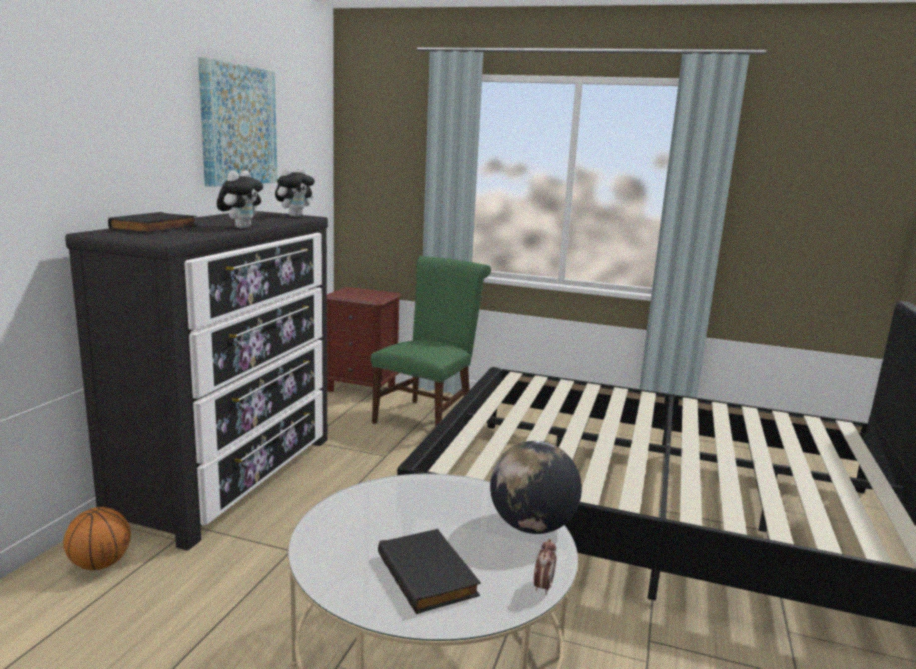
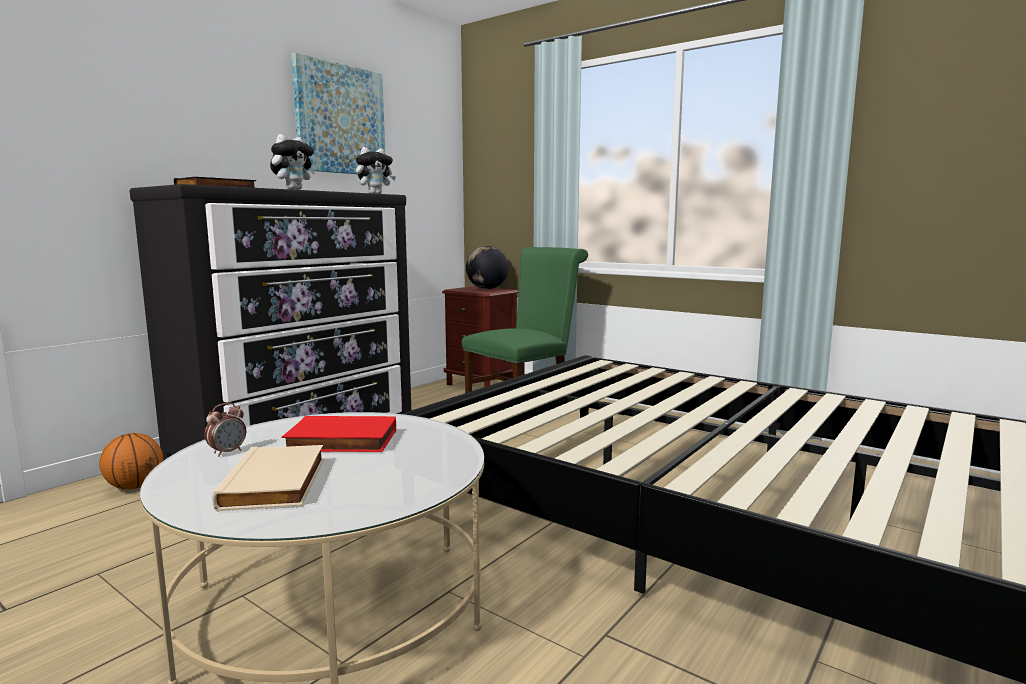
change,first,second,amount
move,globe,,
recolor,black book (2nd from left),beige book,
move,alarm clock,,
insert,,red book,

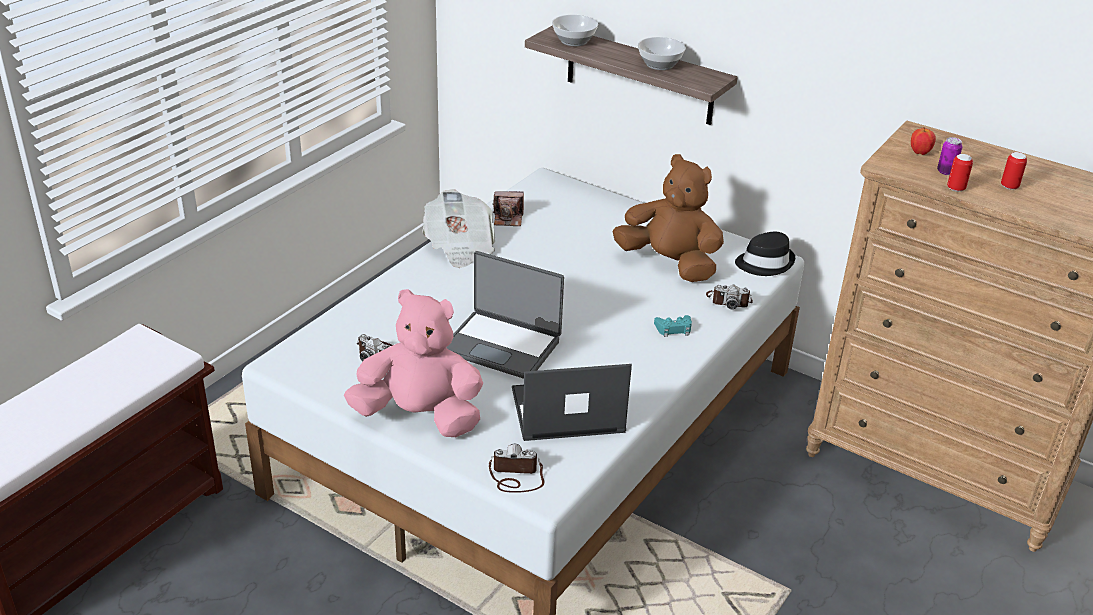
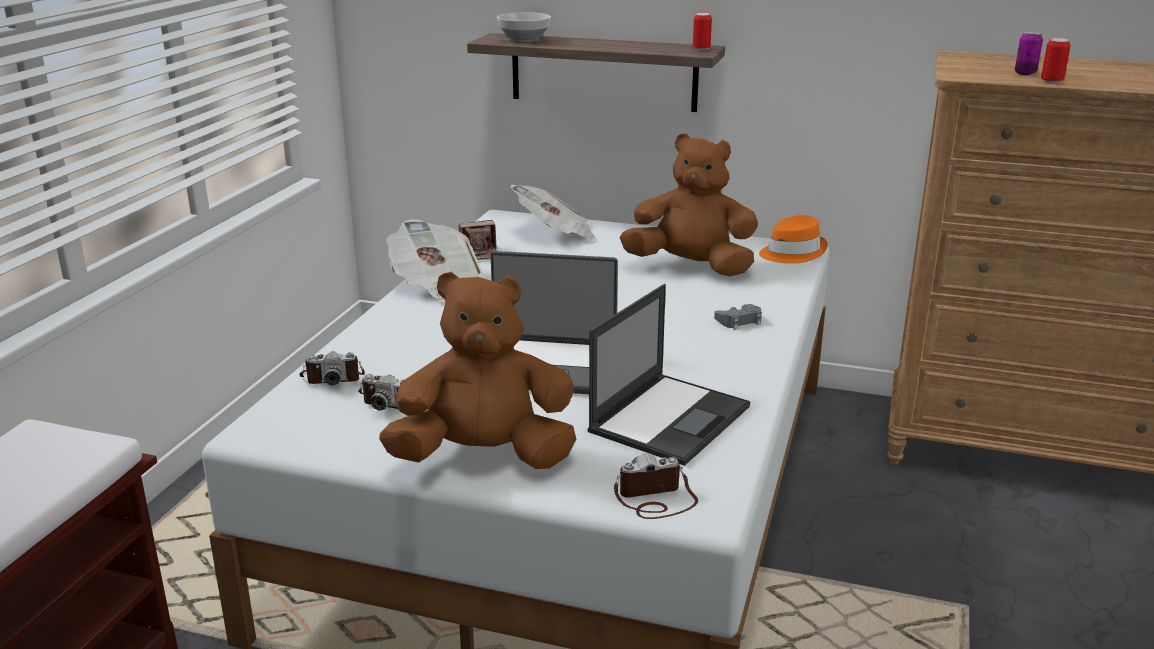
change,first,second,amount
delete,bowl (2nd from left),,
delete,apple,,
move,can (3rd from left in the first image),can (1st from left),
recolor,black hat,orange hat,
move,photo camera (4th from left in the first image),photo camera (1st from left),
recolor,pink plush toy,brown plush toy (1st from left),
recolor,turquoise game controller,grey game controller,
rotate,laptop (2nd from left),,150 degrees clockwise
insert,,newspaper (2nd from left),

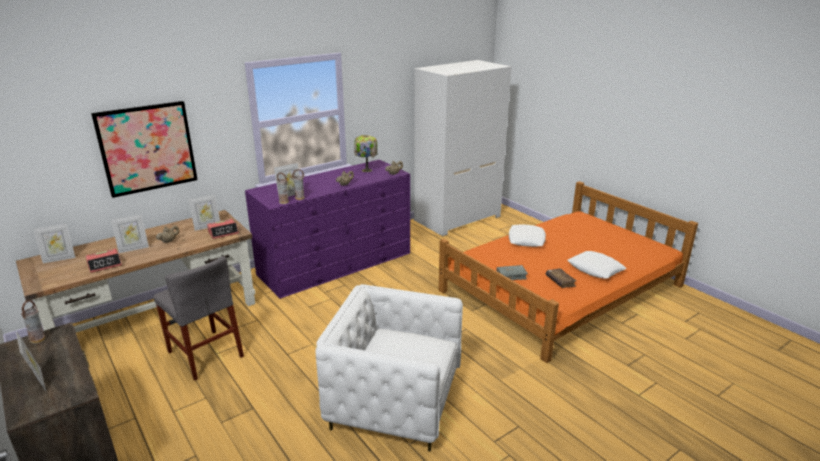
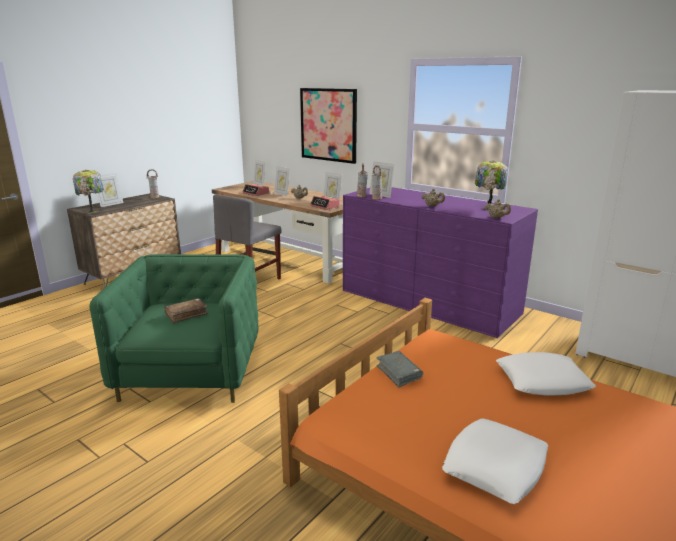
change,first,second,amount
move,brown book,,
recolor,white armchair,green armchair,
insert,,table lamp (1st from left),

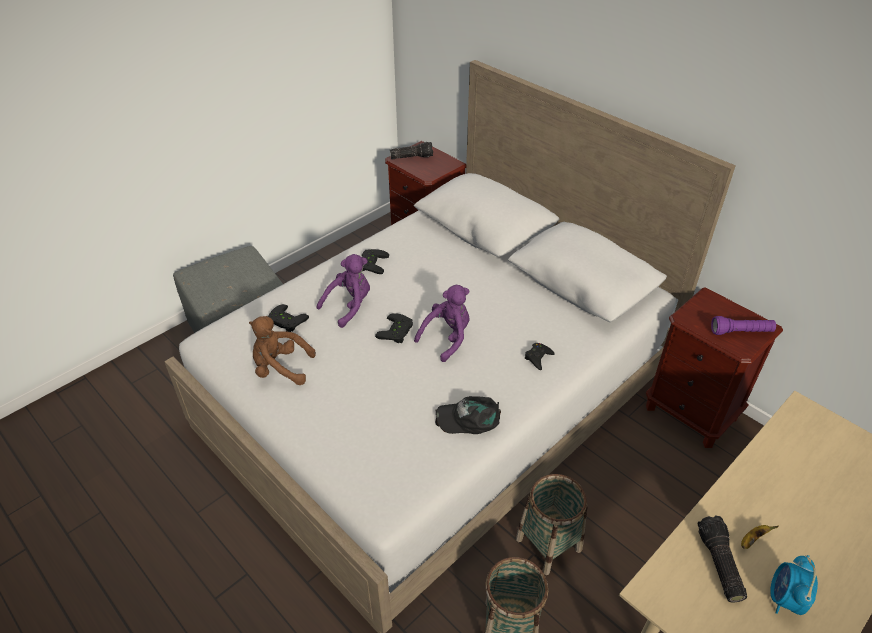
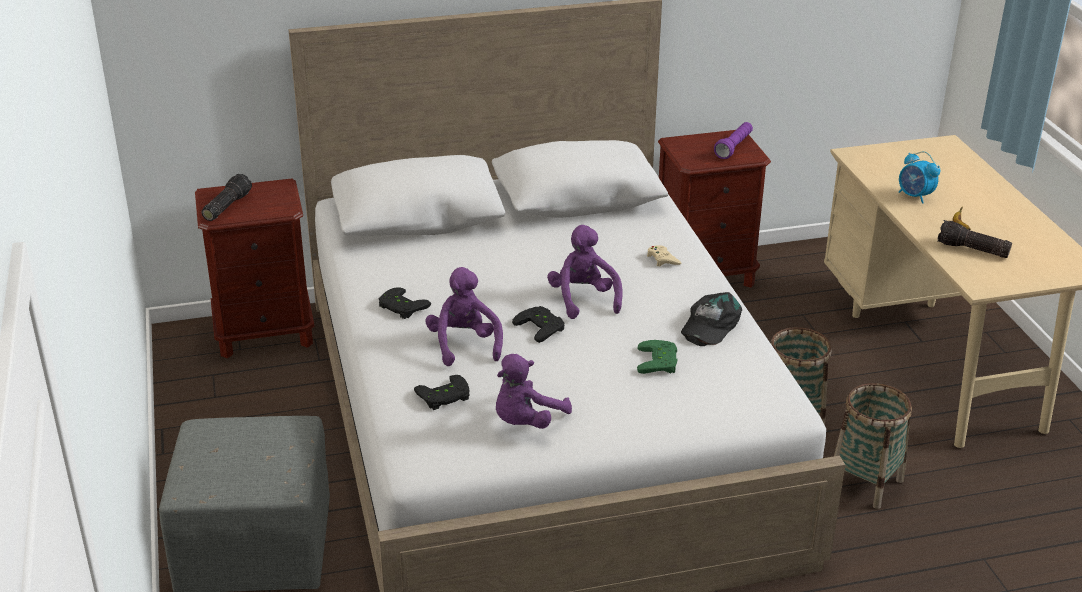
change,first,second,amount
recolor,brown plush toy,purple plush toy (2nd from left),
recolor,black game controller (4th from left),beige game controller,
move,alarm clock,,
insert,,green game controller,

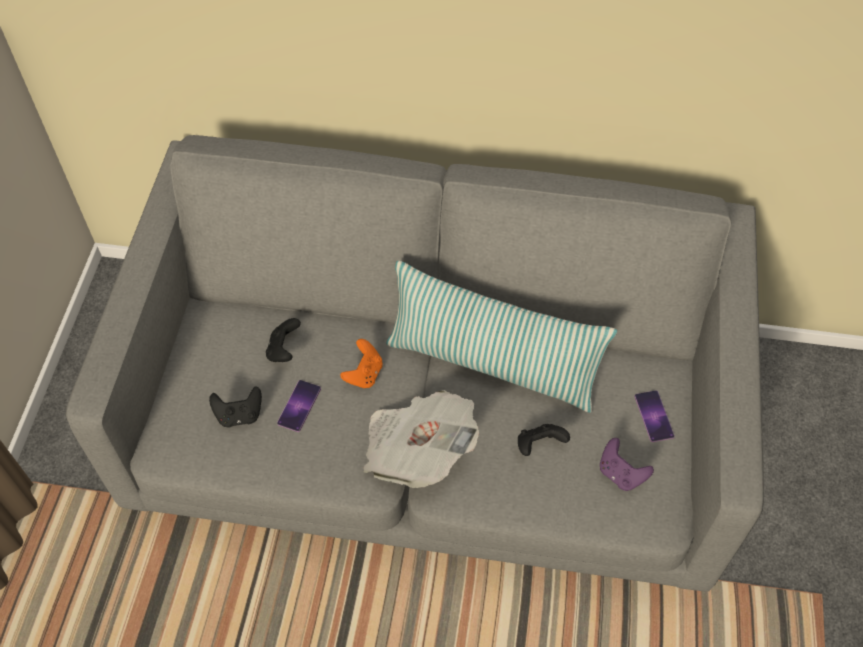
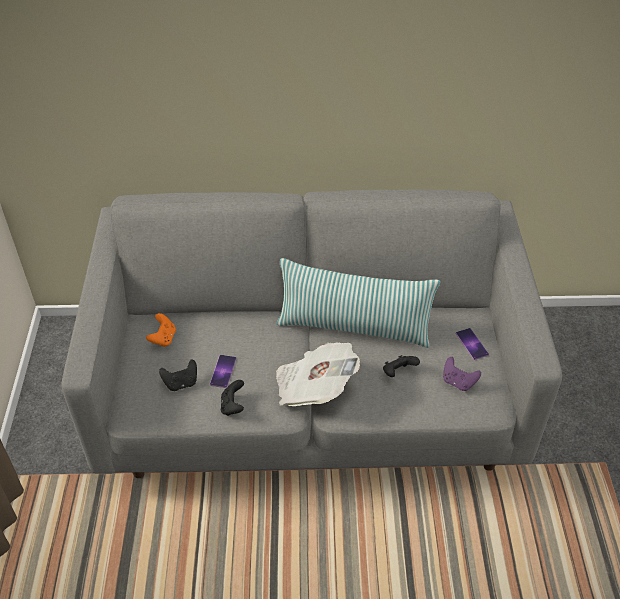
change,first,second,amount
move,black game controller (2nd from left),,
move,orange game controller,,

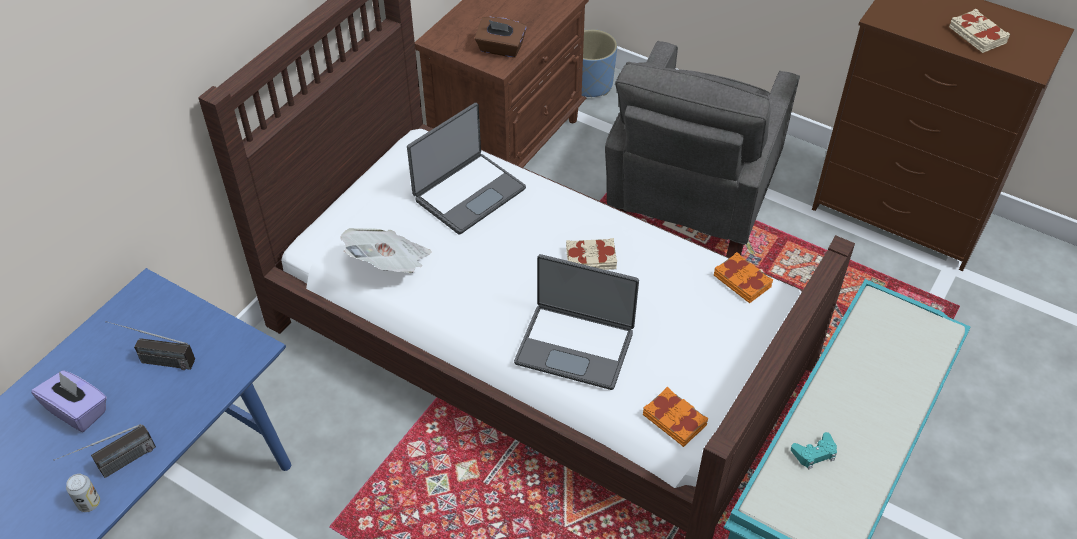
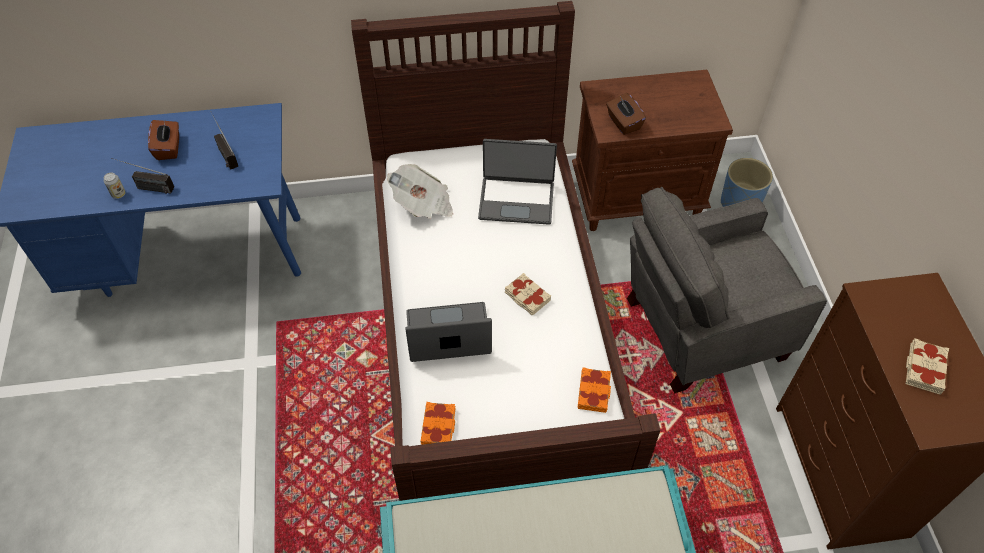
change,first,second,amount
rotate,laptop (2nd from left in the first image),laptop (1st from left),105 degrees clockwise
recolor,purple tissue box,brown tissue box (1st from left),
delete,turquoise game controller,,

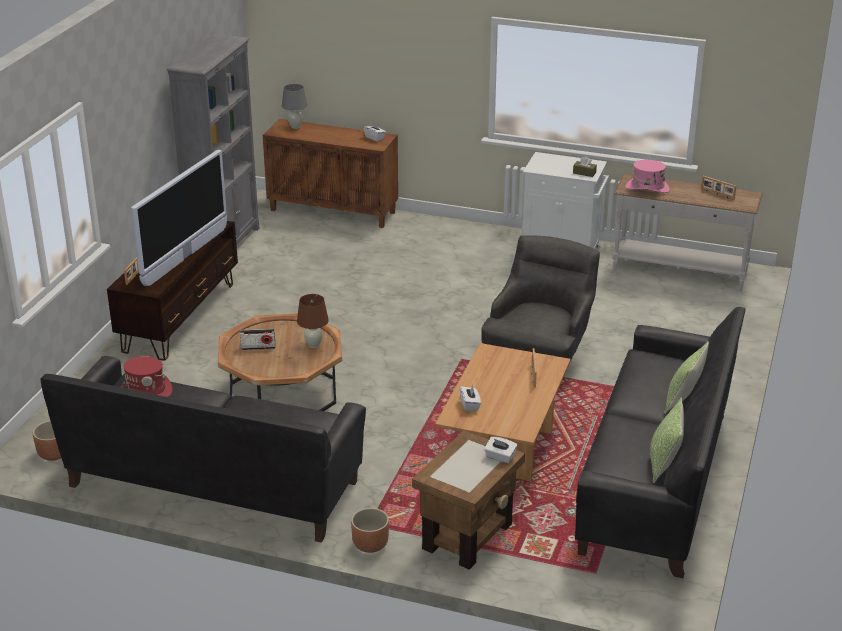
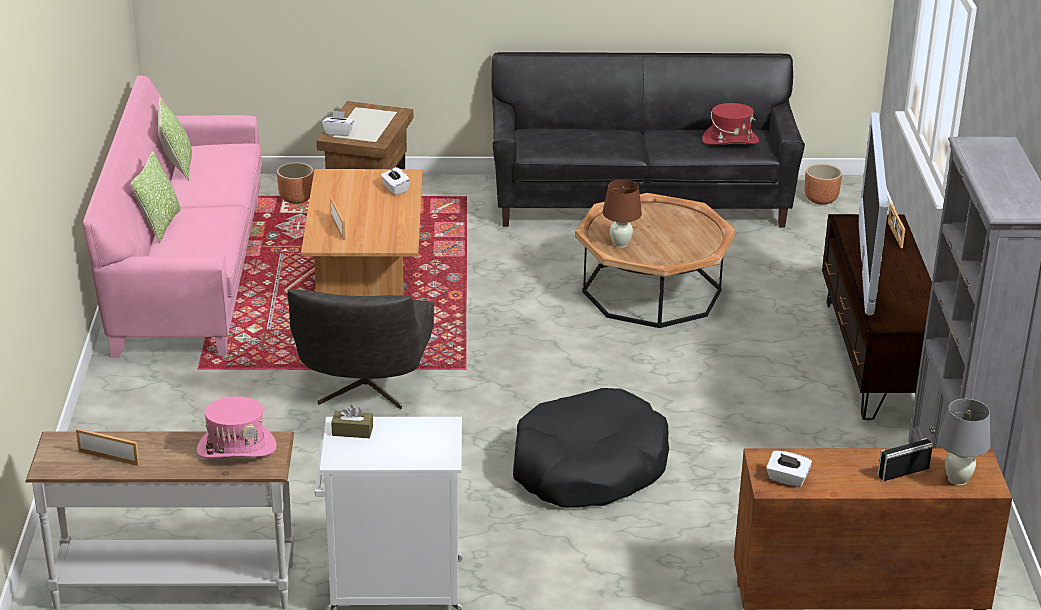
change,first,second,amount
recolor,black sofa (2nd from left),pink sofa,
move,radio,,
move,brown planter (2nd from left in the first image),brown planter (1st from left),
insert,,black dog bed,

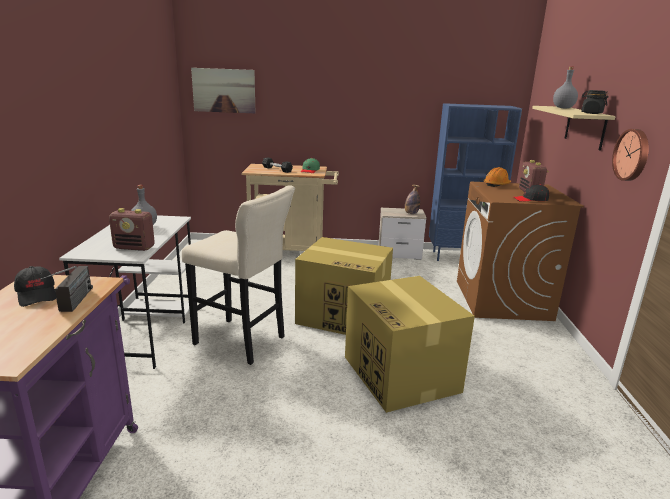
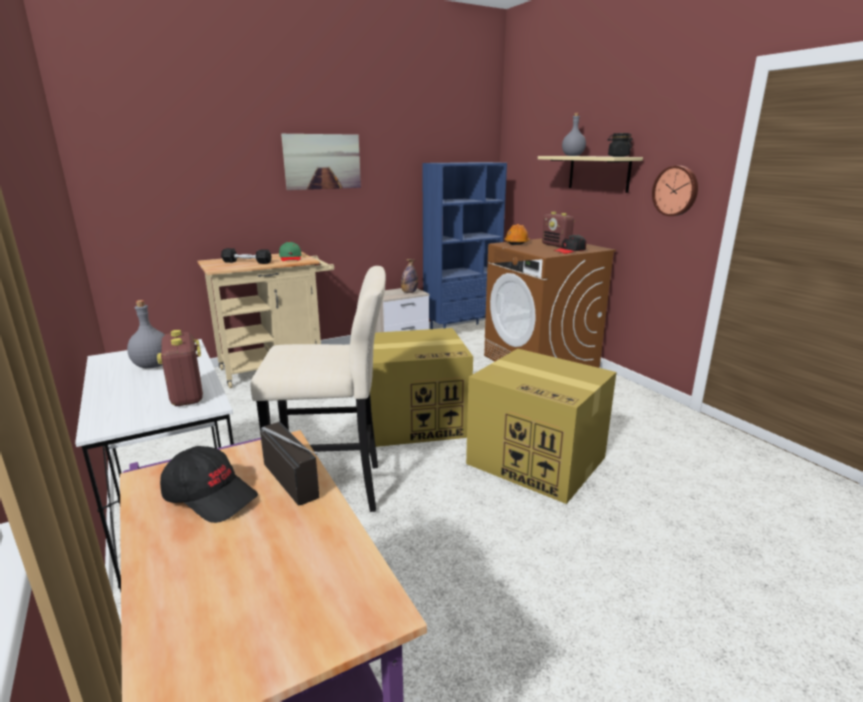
change,first,second,amount
move,picture,,
rotate,radio (2nd from left in the first image),radio (1st from left),90 degrees clockwise

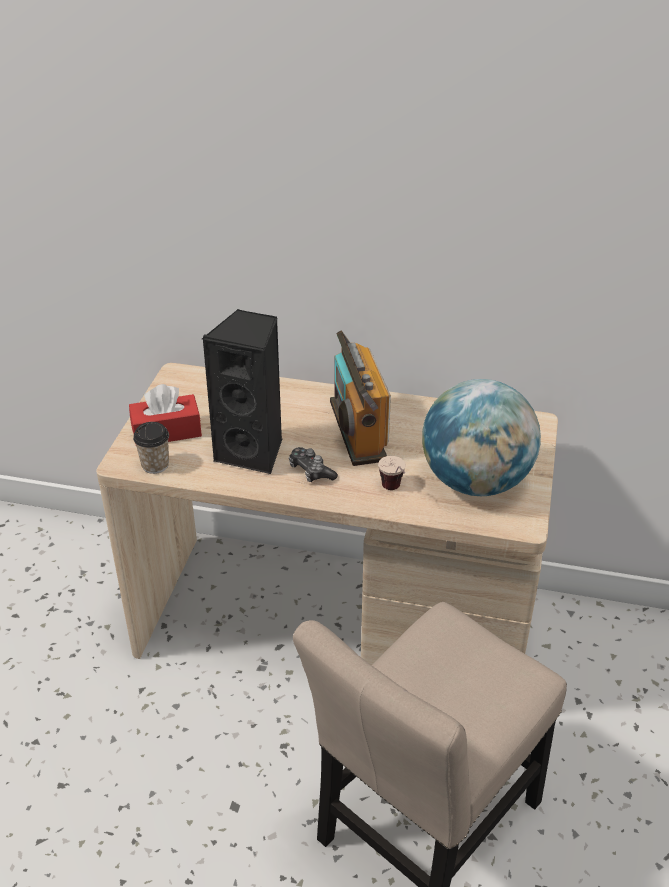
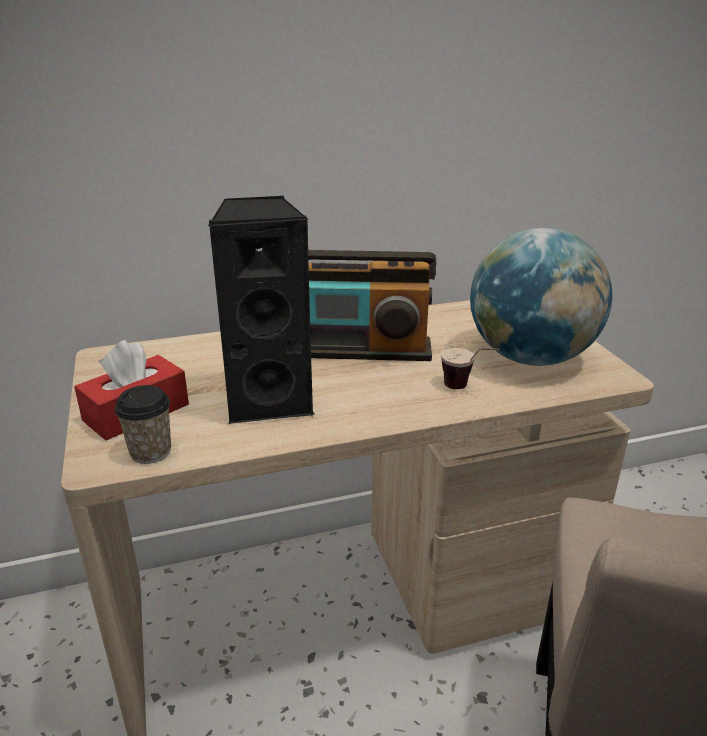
change,first,second,amount
rotate,radio,,45 degrees counterclockwise
delete,game controller,,

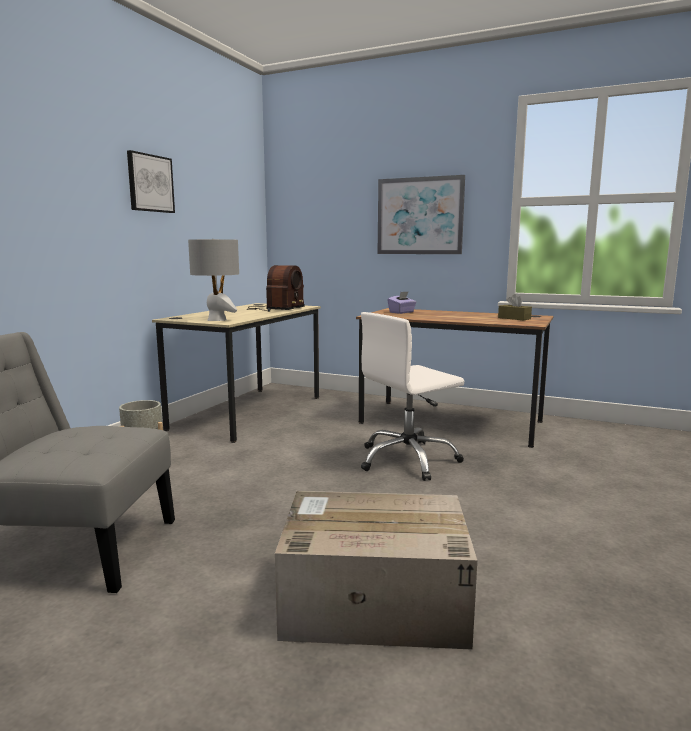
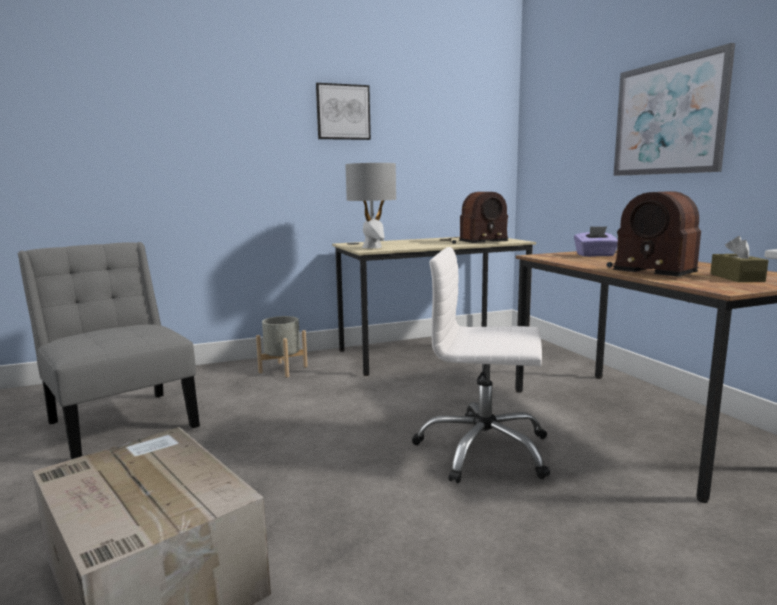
change,first,second,amount
insert,,radio (2nd from left),

